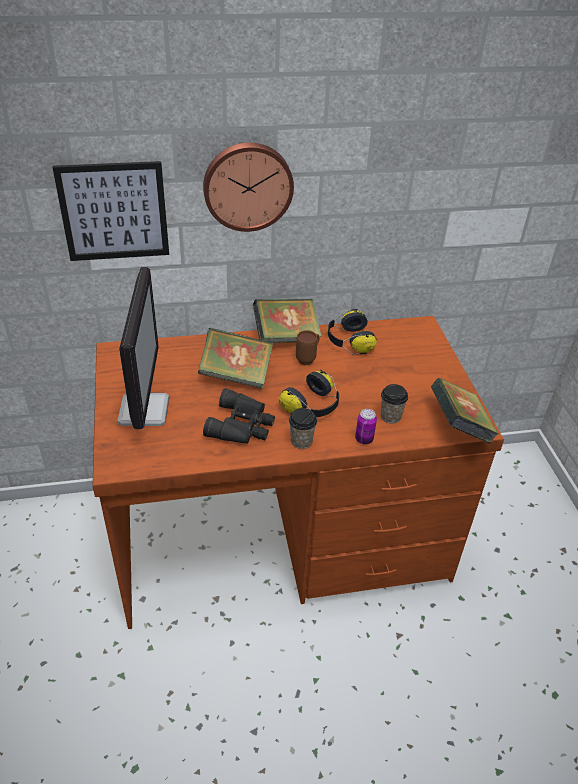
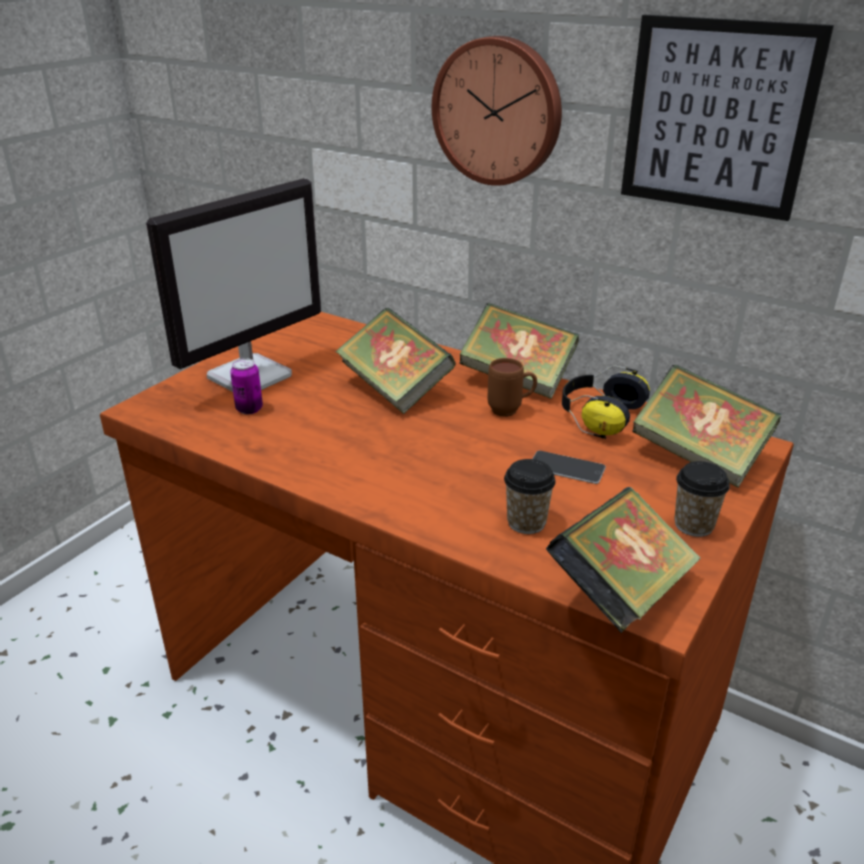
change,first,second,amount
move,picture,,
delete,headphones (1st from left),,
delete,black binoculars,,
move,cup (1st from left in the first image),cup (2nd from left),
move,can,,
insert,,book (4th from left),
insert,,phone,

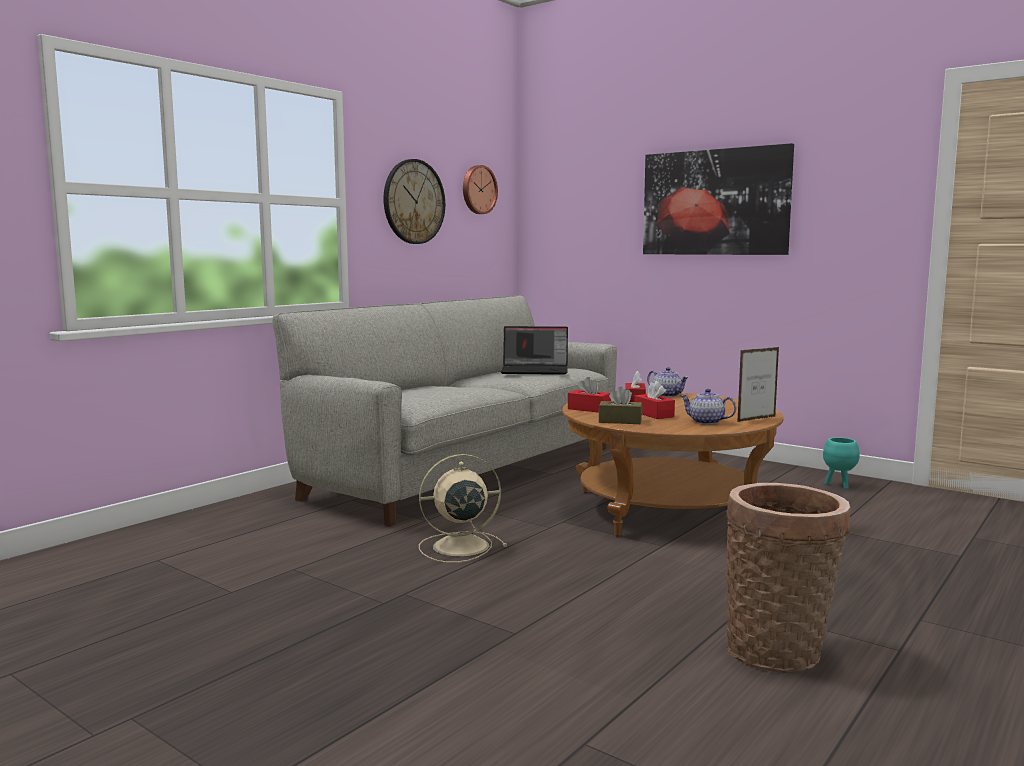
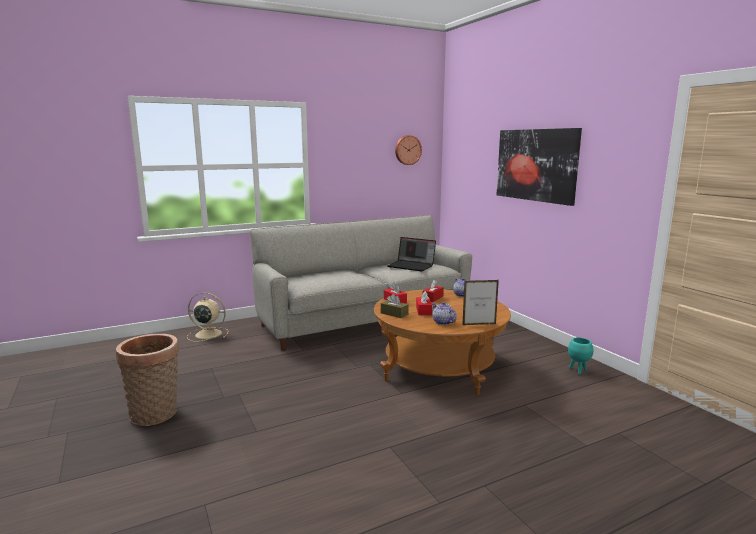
change,first,second,amount
delete,wall clock (1st from left),,
move,beige fan,,
move,basket,,

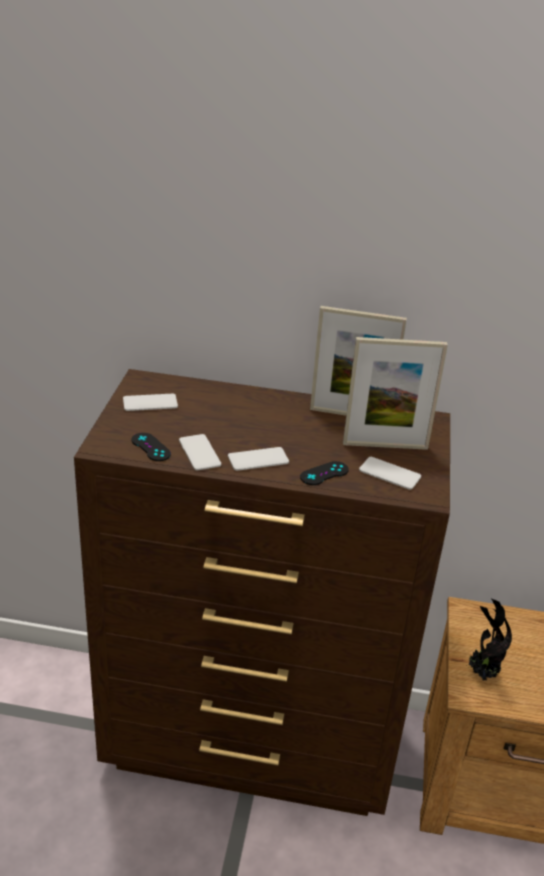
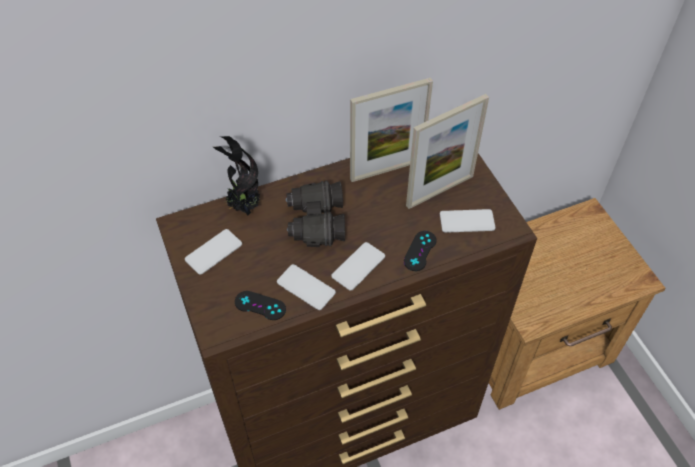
change,first,second,amount
move,potted plant,,
insert,,black binoculars,

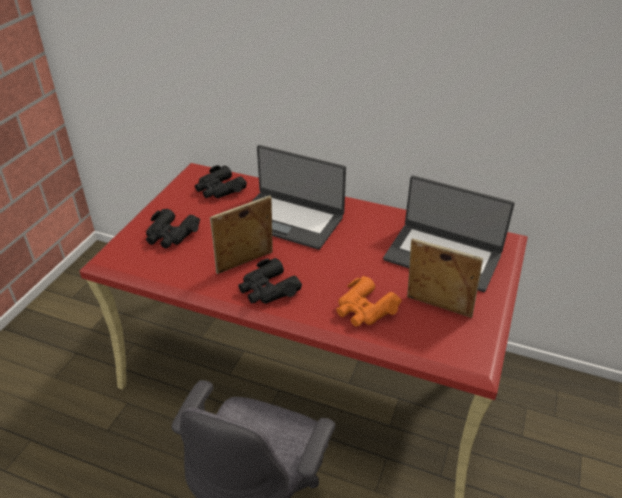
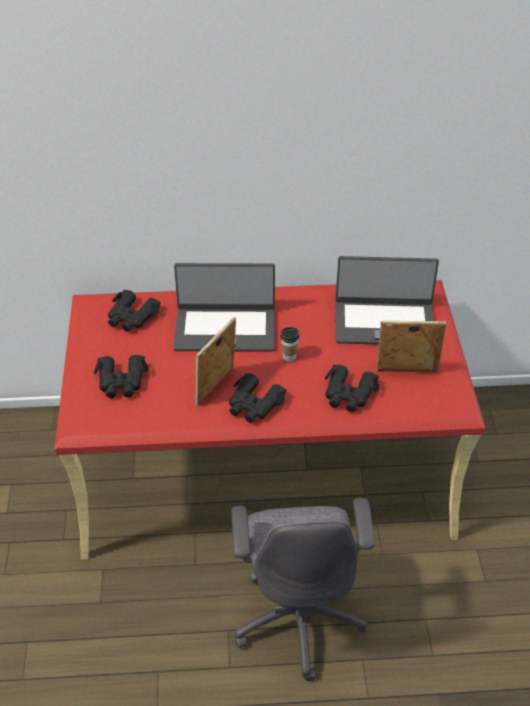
change,first,second,amount
recolor,orange binoculars,black binoculars (4th from left),
insert,,cup,

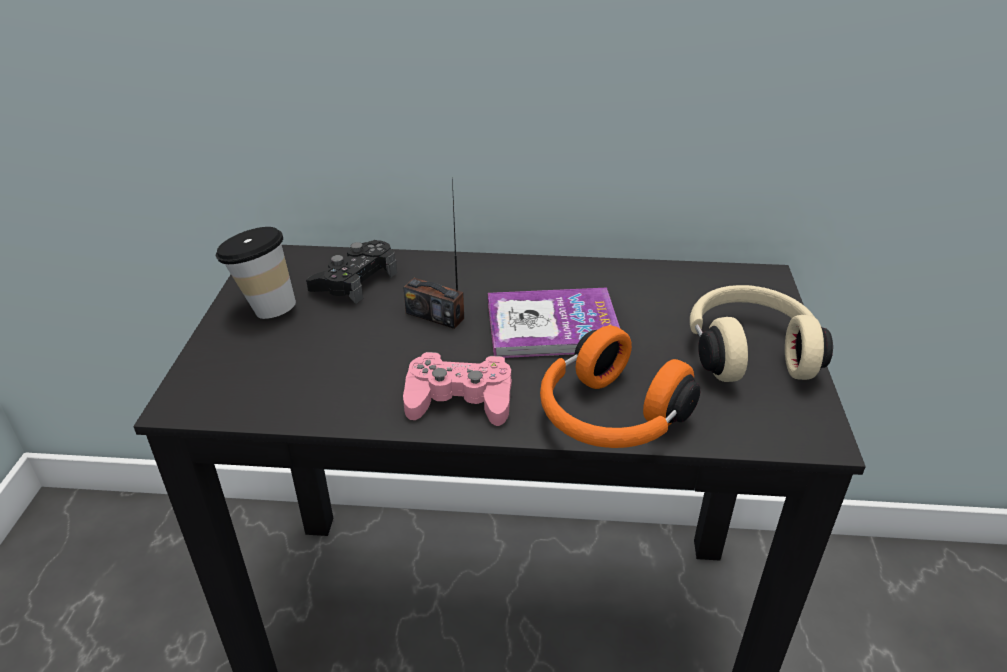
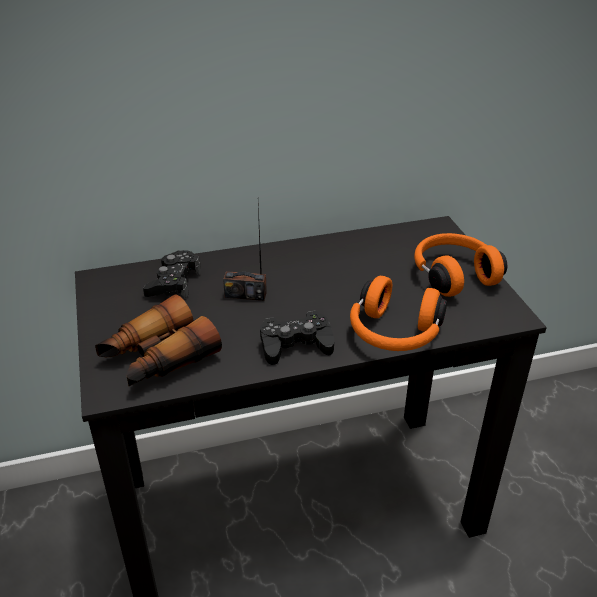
change,first,second,amount
delete,cup,,
recolor,beige headphones,orange headphones (2nd from left),
delete,book,,
recolor,pink game controller,black game controller (2nd from left),
insert,,binoculars,

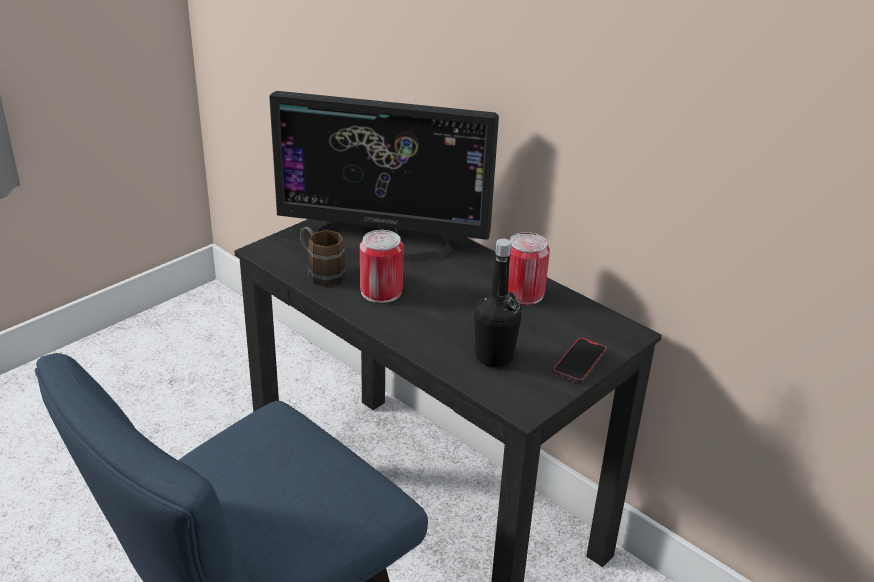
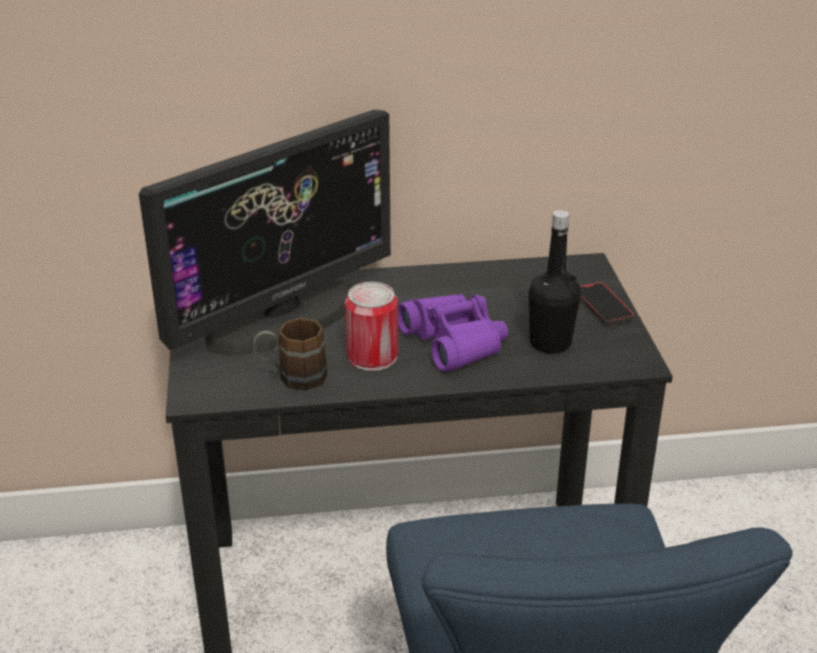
change,first,second,amount
delete,can (2nd from left),,
insert,,purple binoculars,

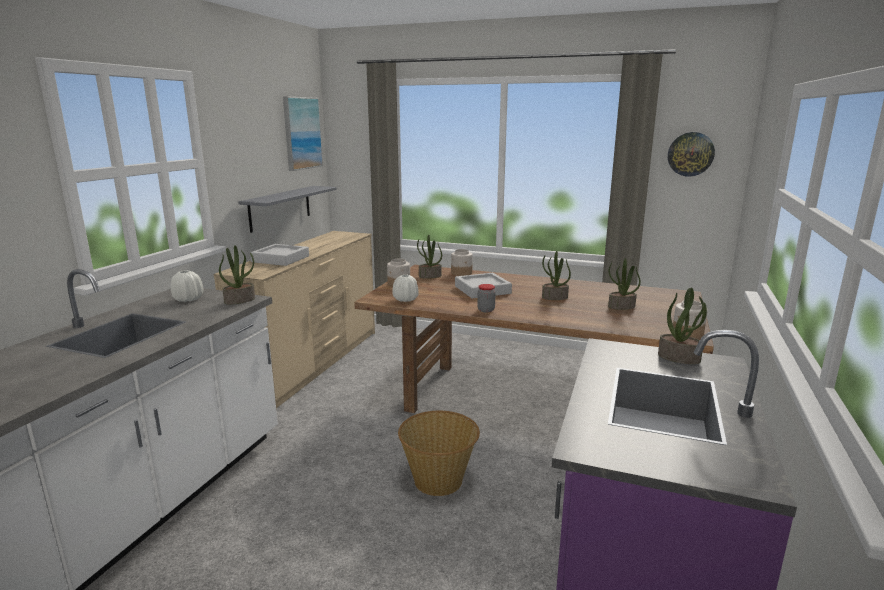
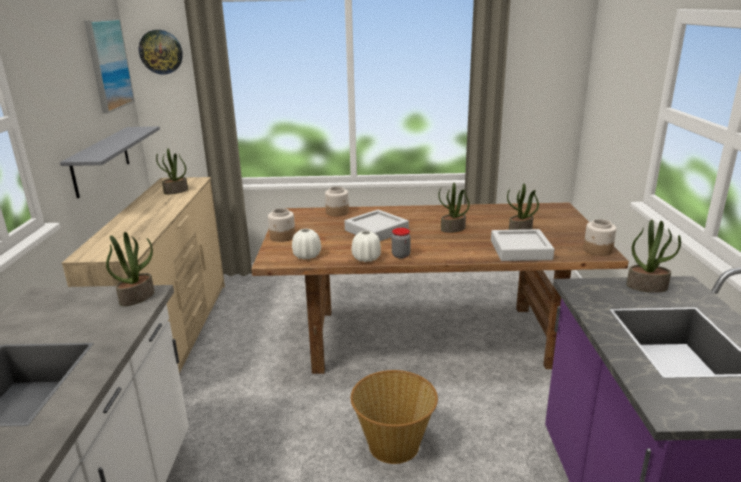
change,first,second,amount
move,wall clock,,
move,potted plant (2nd from left),,
move,grey tray (1st from left in the first image),grey tray (2nd from left),
move,white vase (1st from left in the first image),white vase (2nd from left),

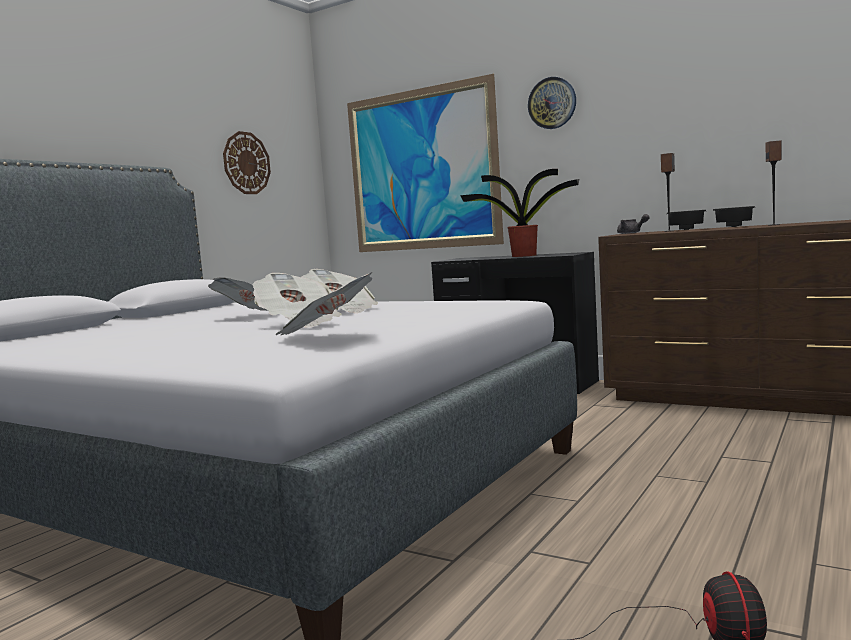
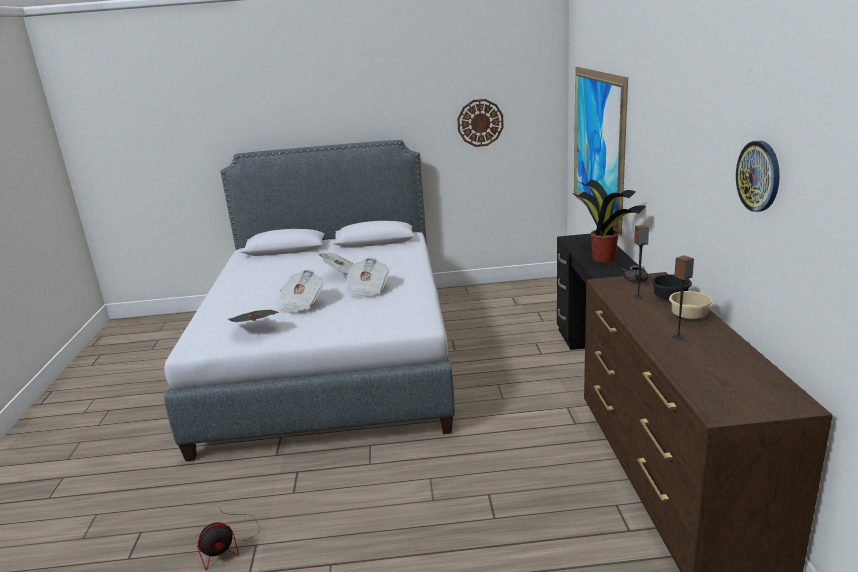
change,first,second,amount
move,wall clock (2nd from left),,
recolor,black bowl (2nd from left),beige bowl,

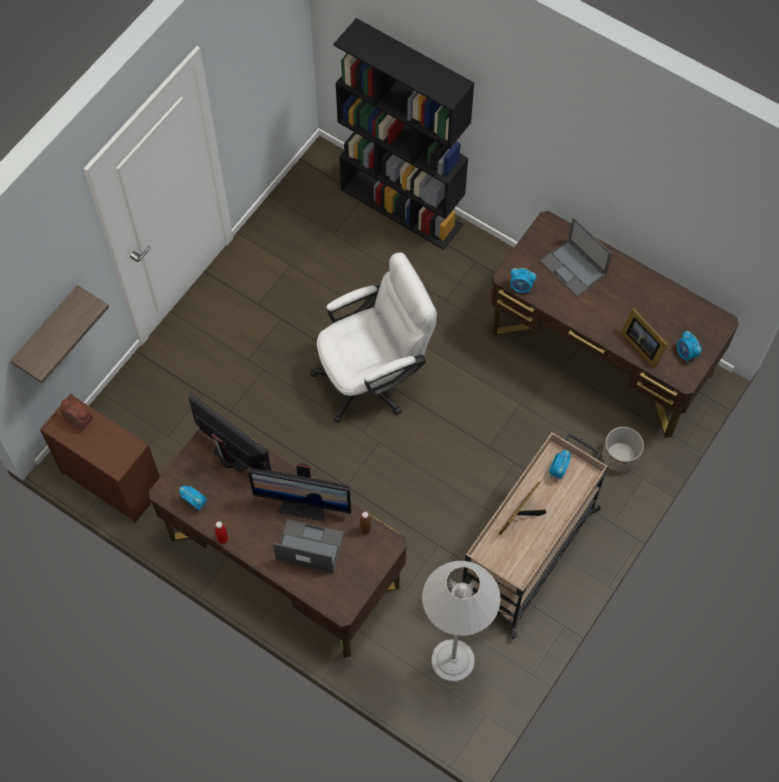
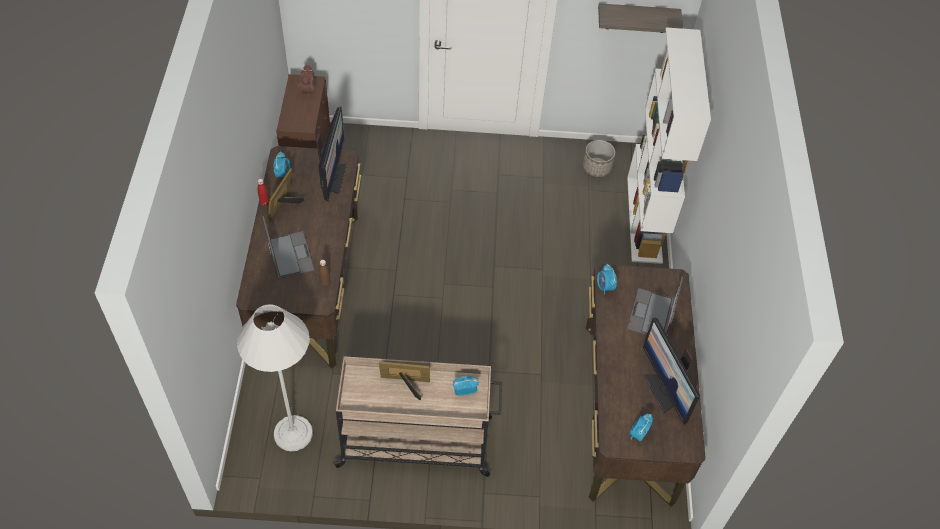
change,first,second,amount
recolor,black bookcase,white bookcase,
delete,white office chair,,
move,shelf,,
move,picture frame (2nd from left in the first image),picture frame (1st from left),
move,planter,,
move,monitor (2nd from left),,

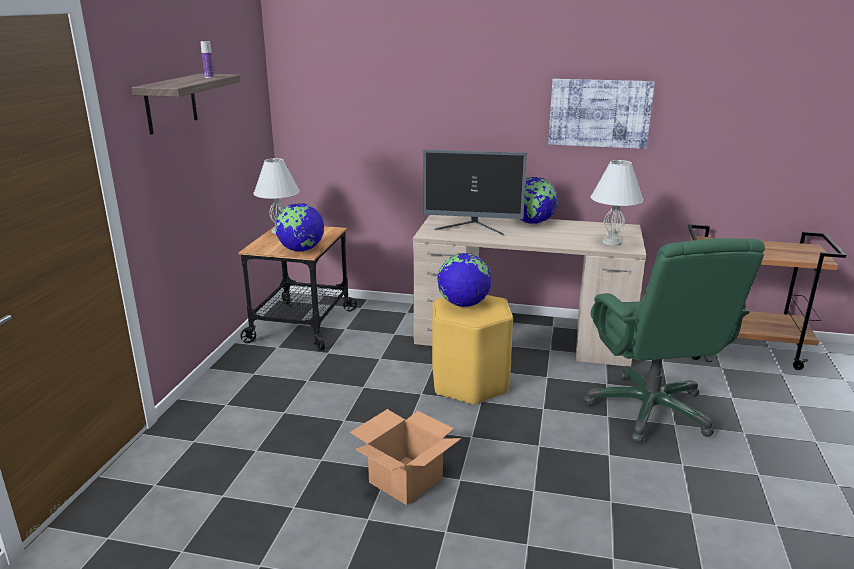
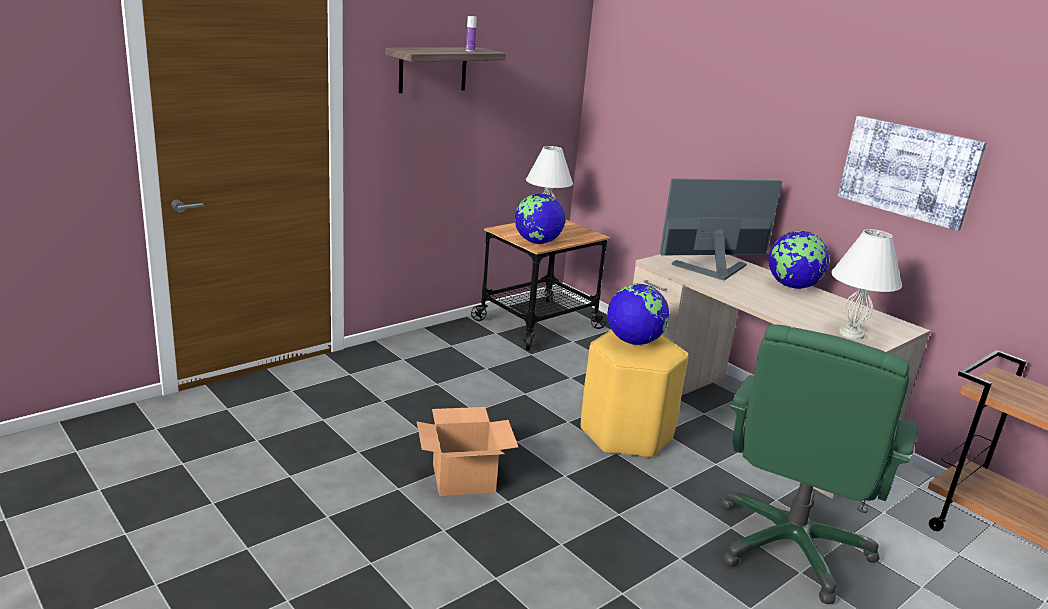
change,first,second,amount
rotate,monitor,,120 degrees clockwise

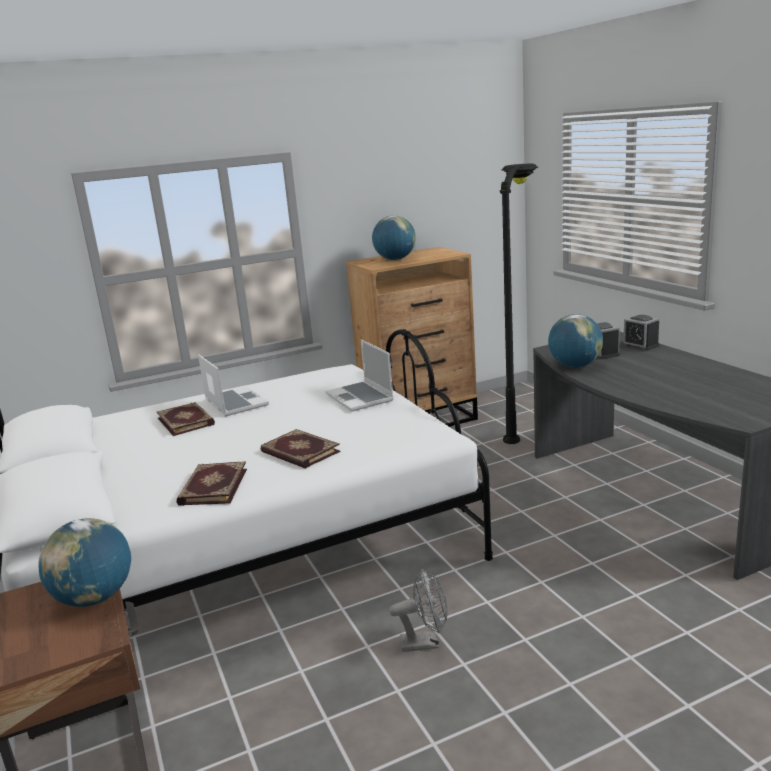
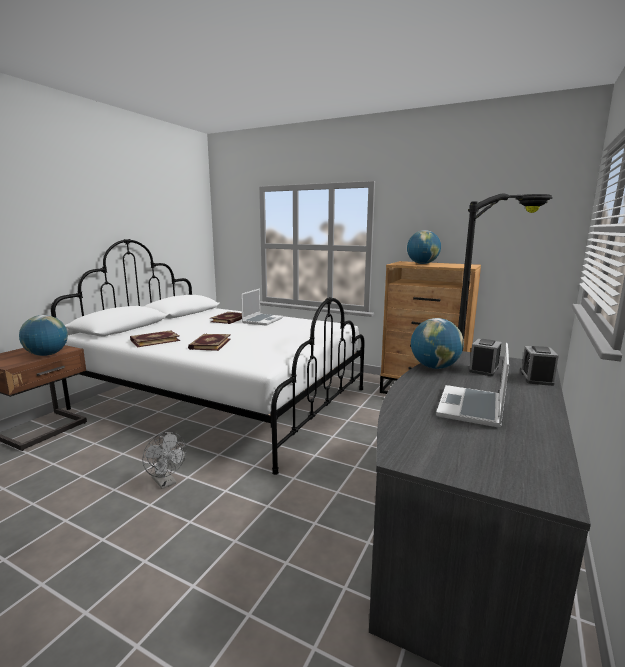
change,first,second,amount
move,laptop (2nd from left),,

